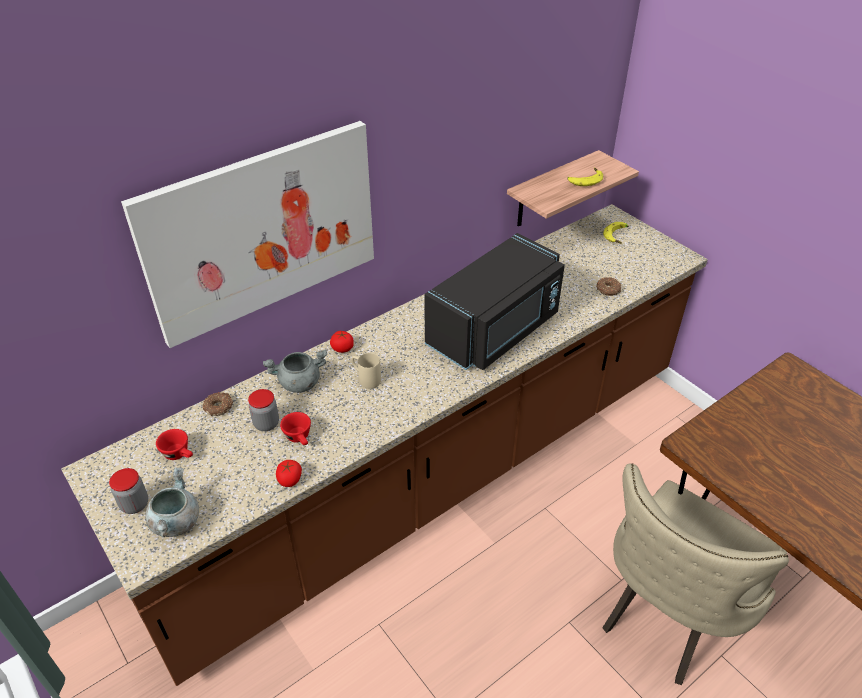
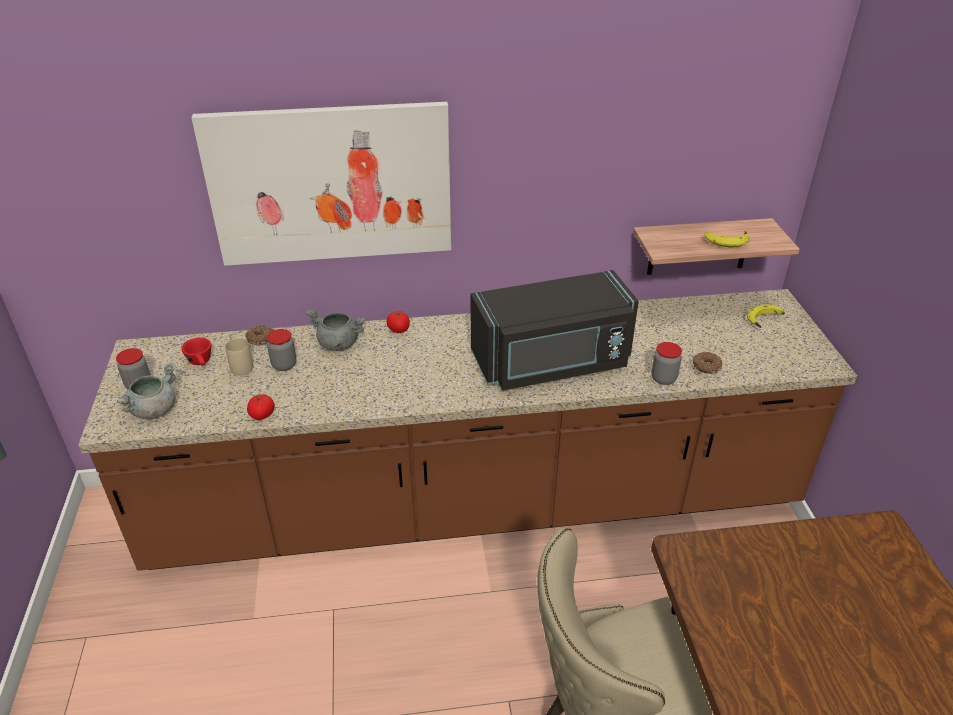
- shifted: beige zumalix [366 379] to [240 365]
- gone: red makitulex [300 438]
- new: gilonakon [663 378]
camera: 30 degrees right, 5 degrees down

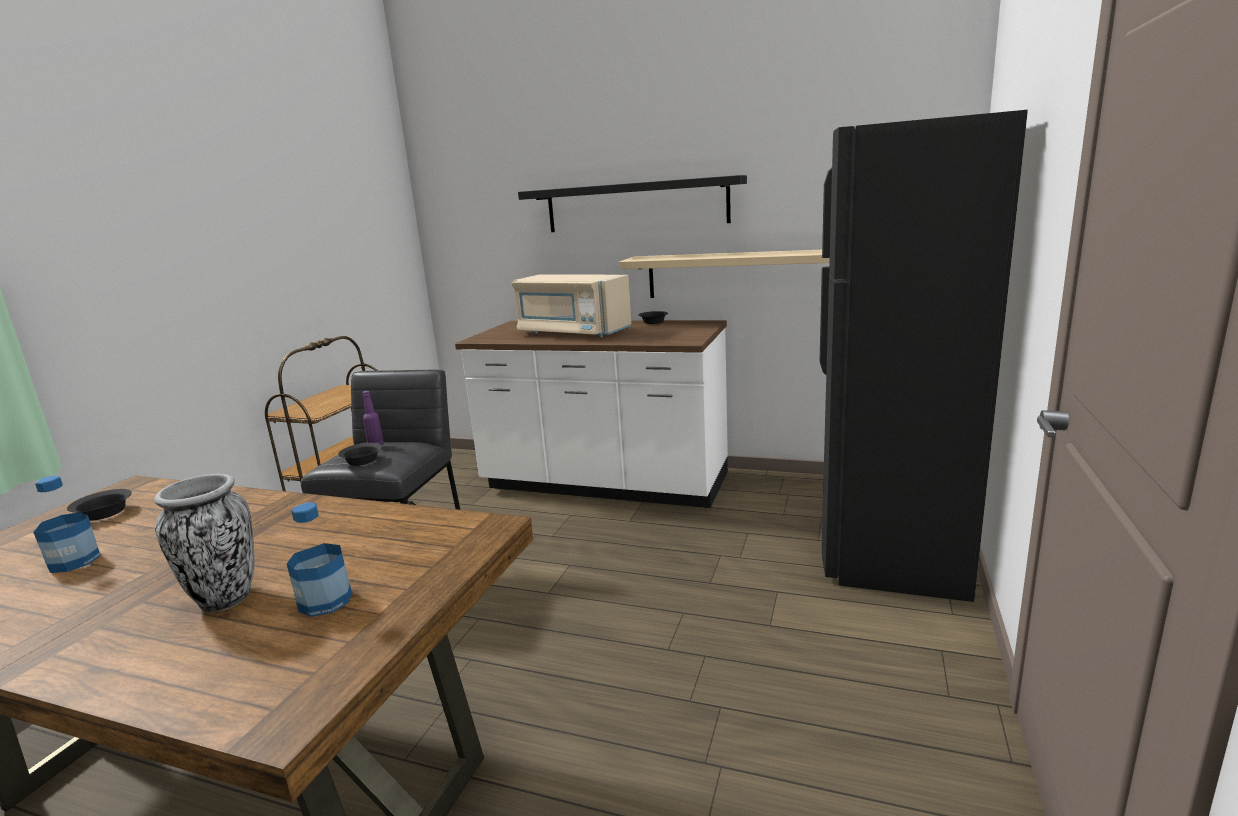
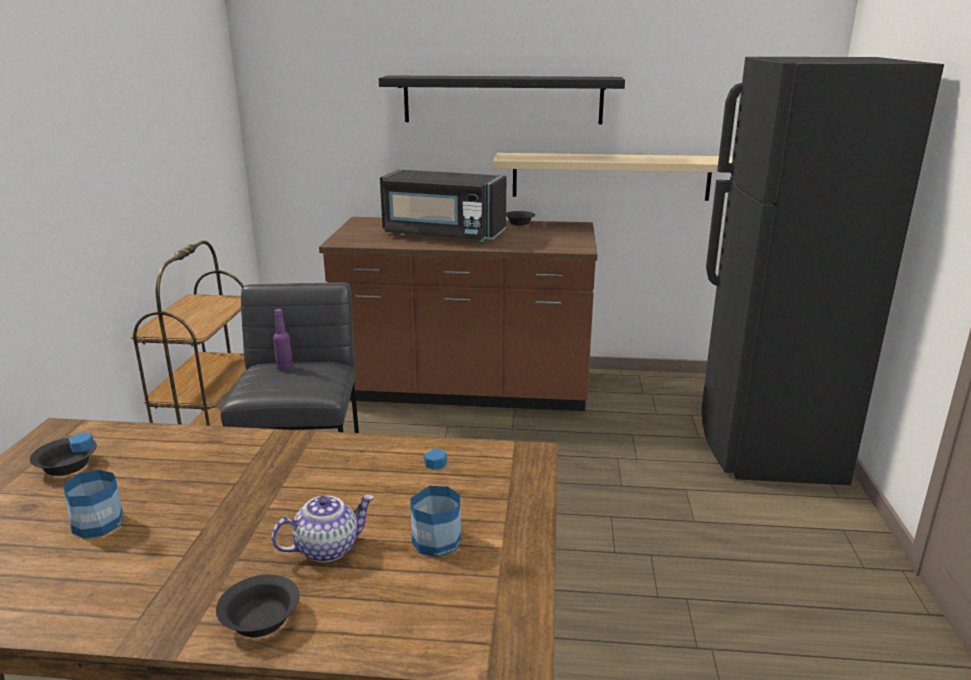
- repainted: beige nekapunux [572 332] to black nekapunux [443 235]
- repainted: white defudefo [604 483] to brown defudefo [465 390]
- shifted: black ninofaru [363 461] to [262 618]
- swapped: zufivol [225 599] to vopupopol [327 548]
camera: 15 degrees left, 5 degrees up

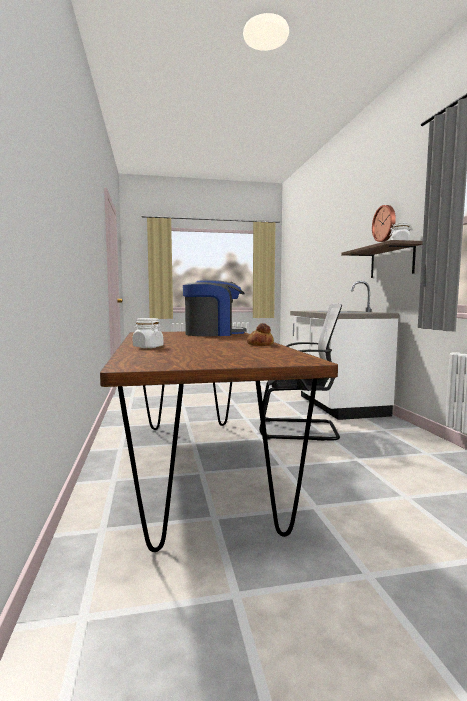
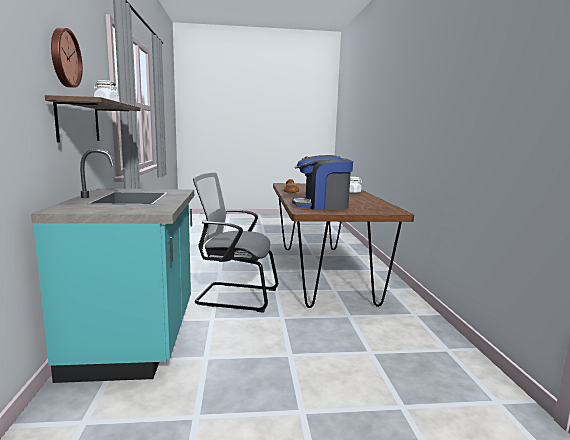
- repainted: white defudefo [336 405] to turquoise defudefo [137 338]
camera: 175 degrees left, 5 degrees up

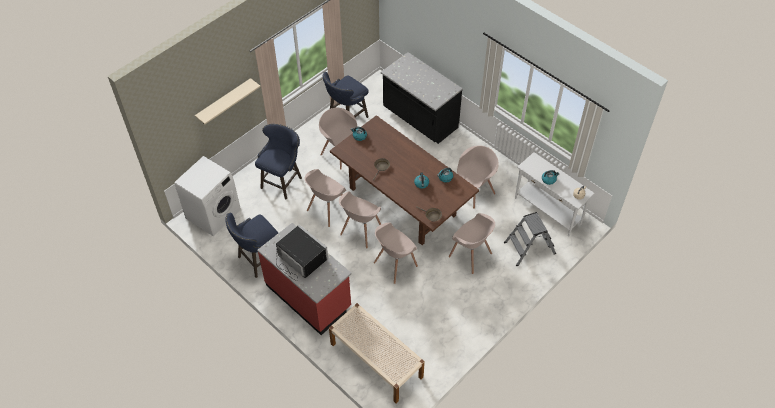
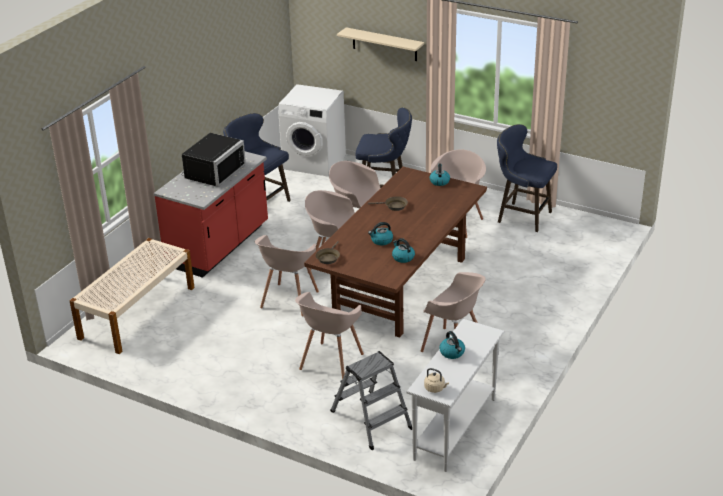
- gone: black defudefo [419 119]
- rotated: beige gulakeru [395 265] = [289 300] 105 degrees counterclockwise
camera: 75 degrees right, 20 degrees down

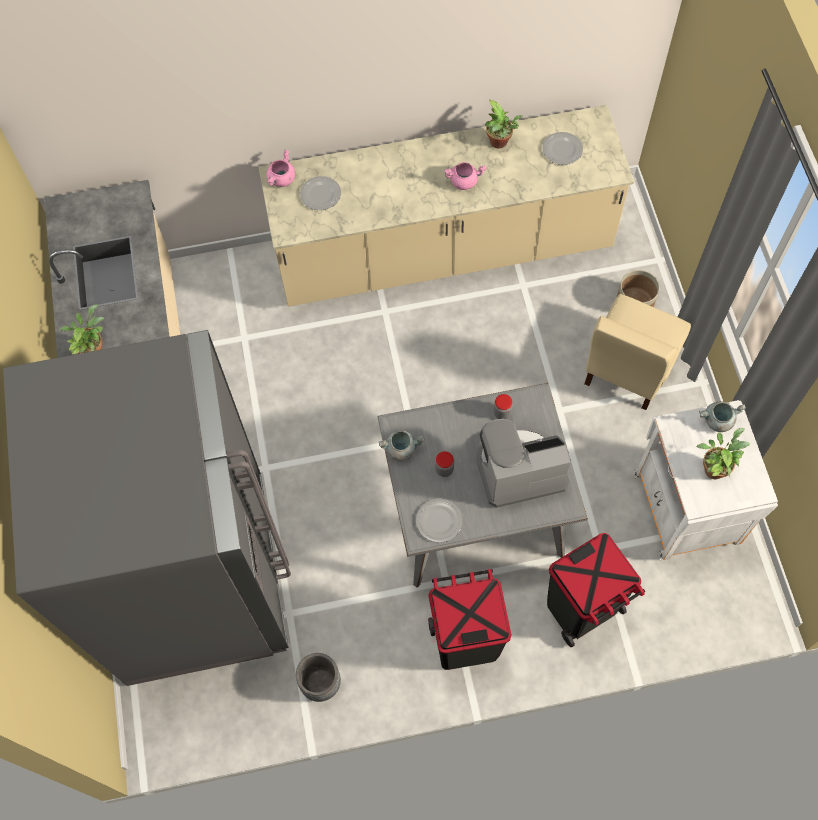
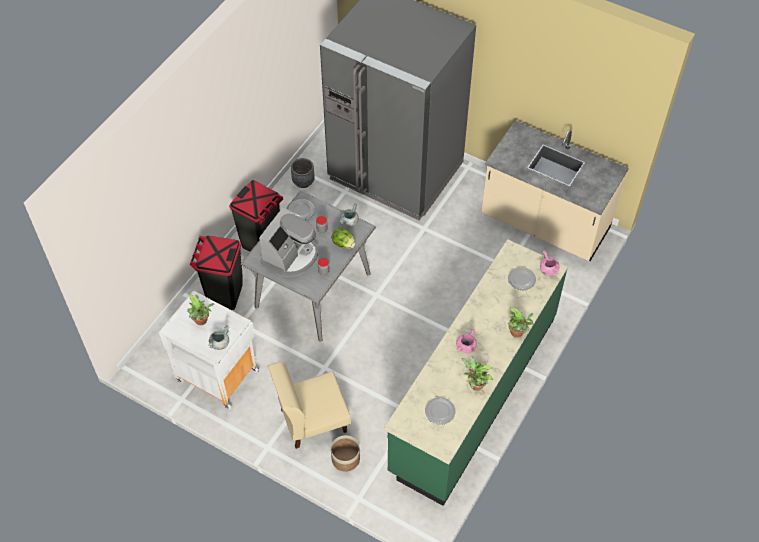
- repainted: beige defudefo [443 252] to green defudefo [473 393]
- rotated: beige gulakeru [628 368] = [312 420] 90 degrees counterclockwise
- shifted: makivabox [93 349] to [518 333]
- new: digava [343 244]
camera: 130 degrees right, 10 degrees down

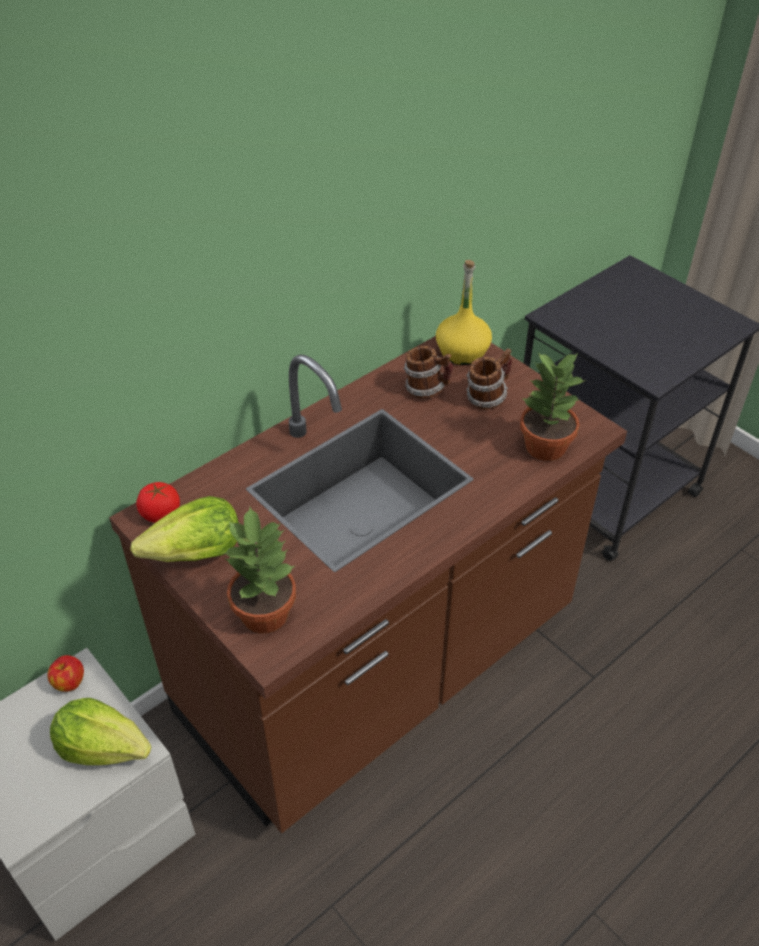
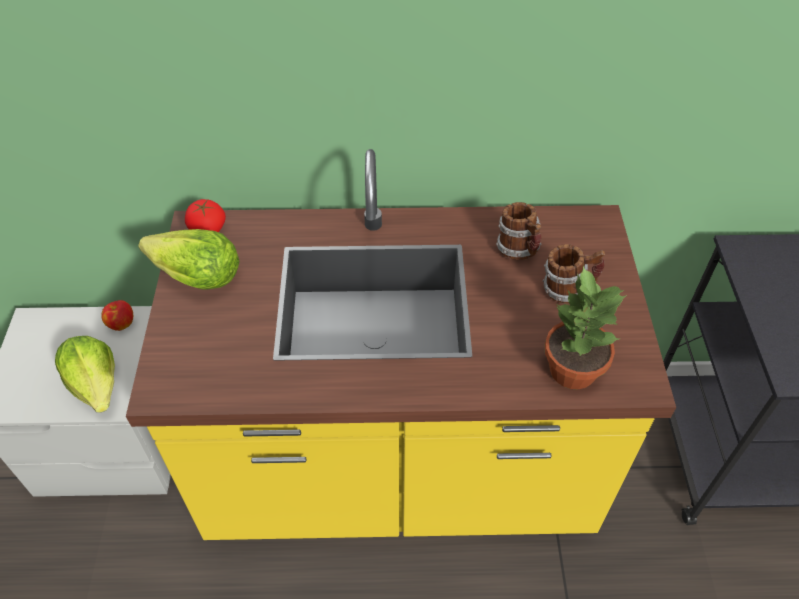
- gone: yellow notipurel [462 352]
- repainted: brown defudefo [379 668] to yellow defudefo [399 470]
- gone: makivabox [266 613]
camera: 40 degrees right, 5 degrees up

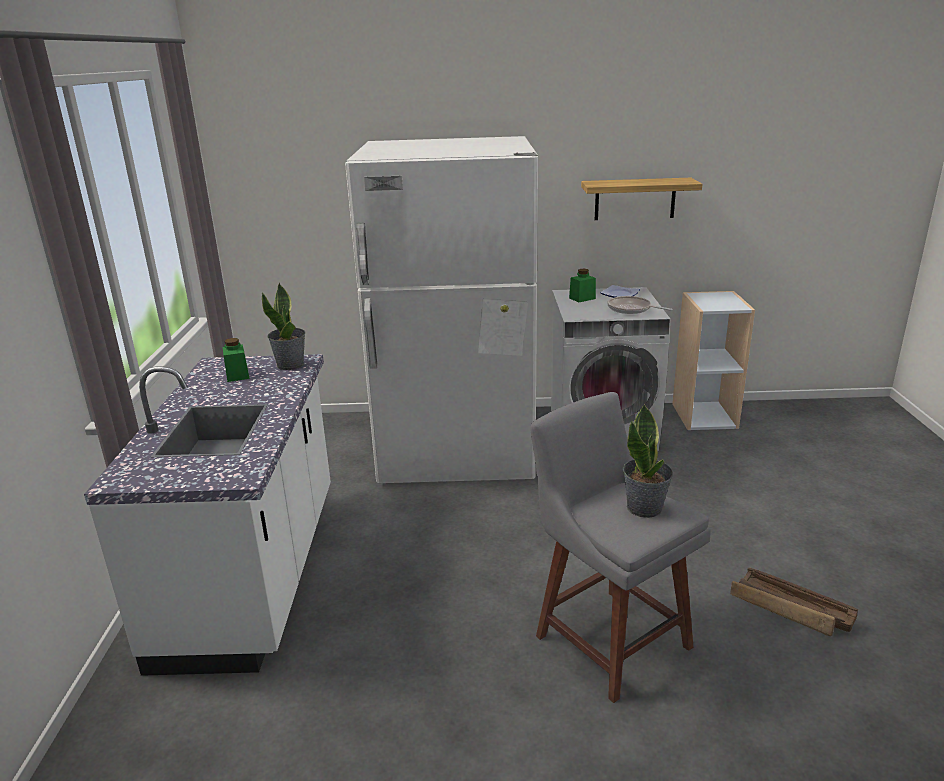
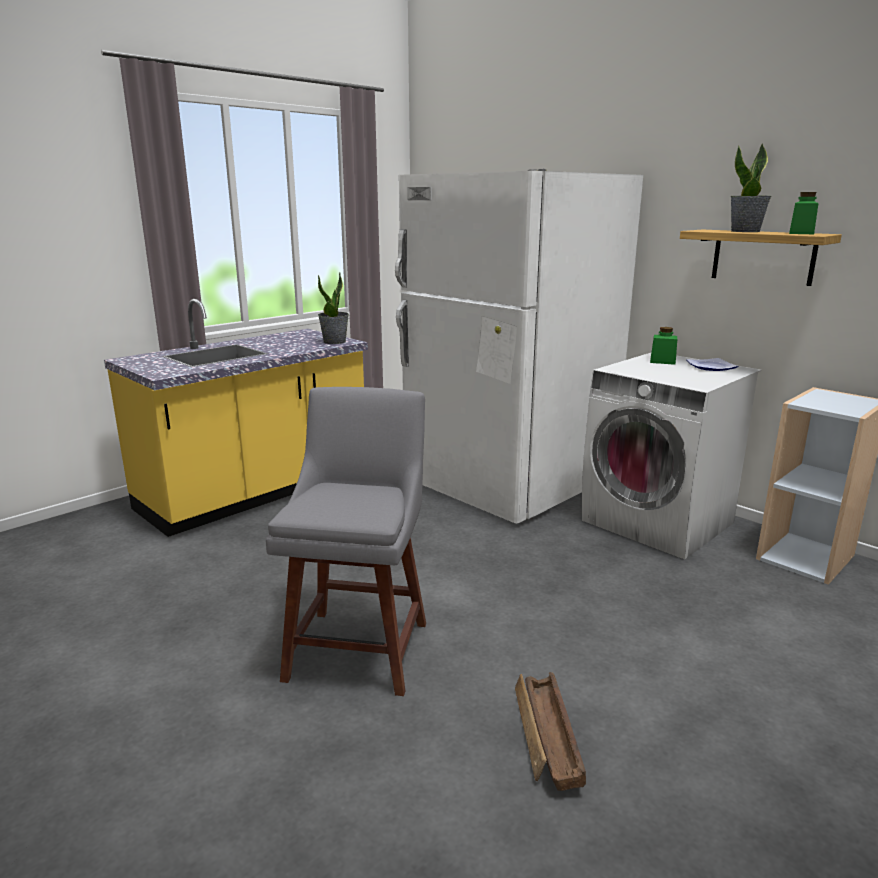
- gone: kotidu [631 309]
- shifted: green gilonakon [237 375] to [801 233]
- repainted: white defudefo [255 573] to yellow defudefo [257 492]
- shifted: makivabox [645 508] to [745 231]
camera: 45 degrees right, 5 degrees down

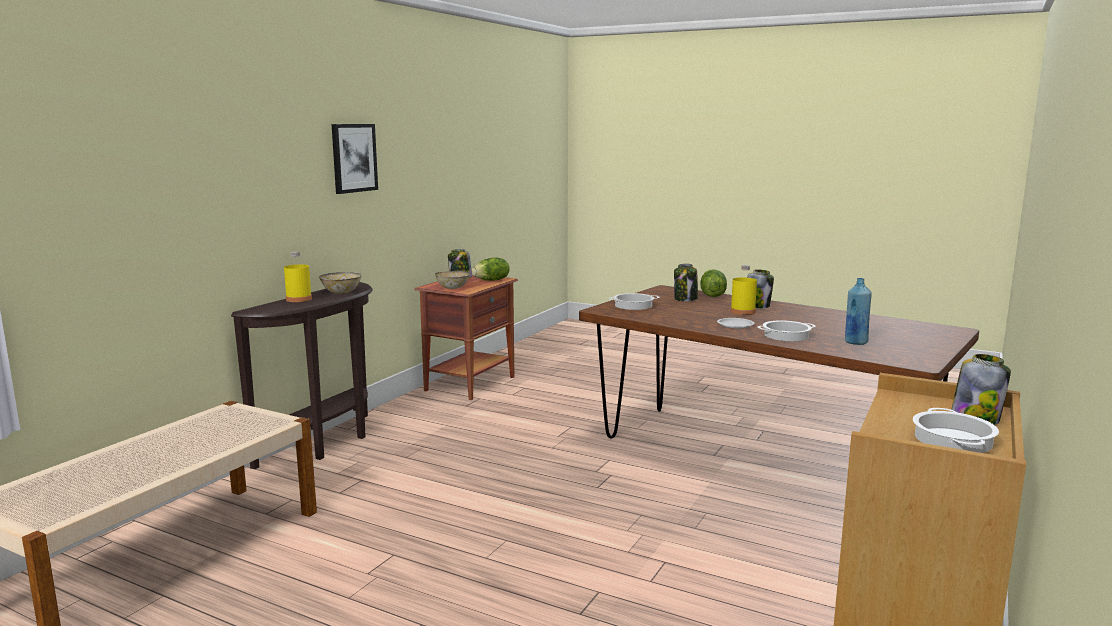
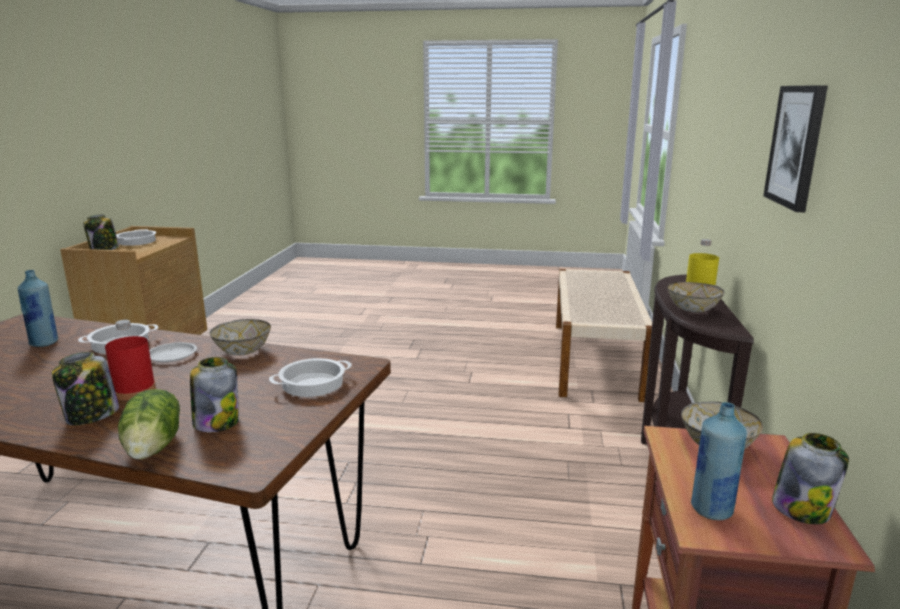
- swapped: digava [492 280] to blue notipurel [711 510]
- repainted: yellow notipurel [743 312] to red notipurel [135 391]
- new: ninofaru [242 352]
camera: 160 degrees right, 5 degrees up

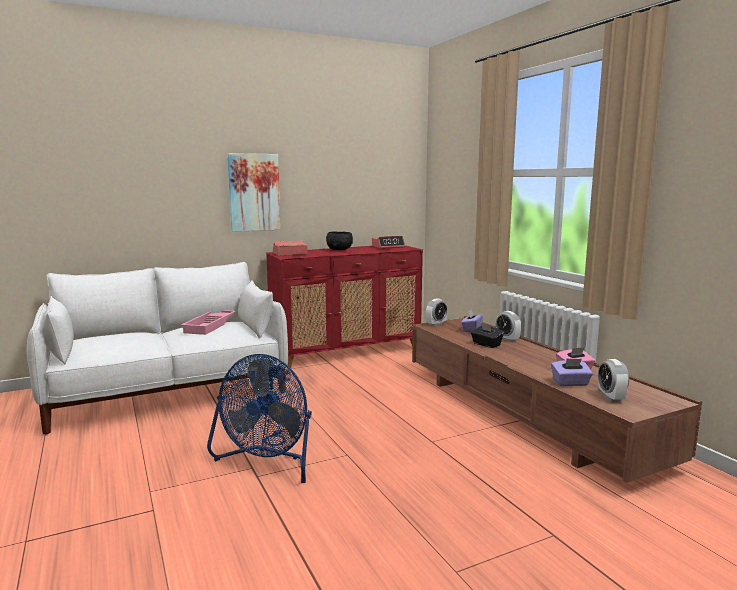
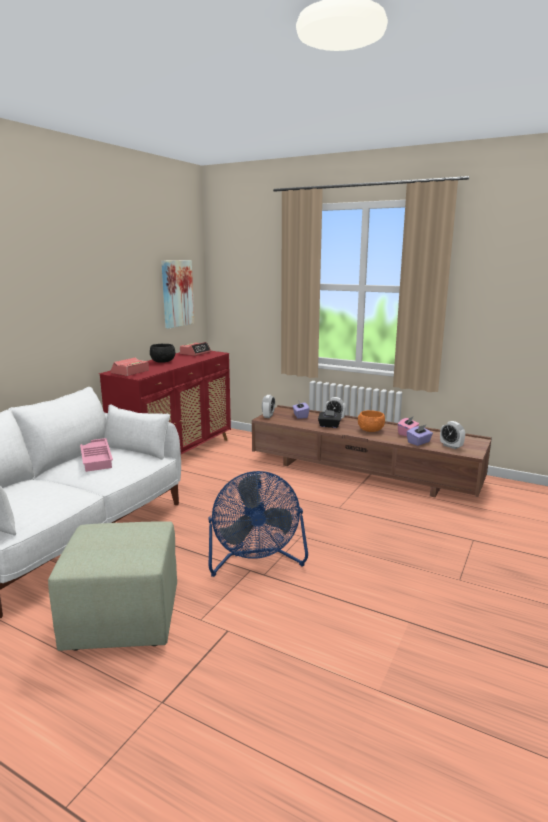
- shifted: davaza [254 192] to [177 293]
- new: orange ninofaru [371 430]
- new: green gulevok [121 619]
camera: 35 degrees left, 5 degrees up

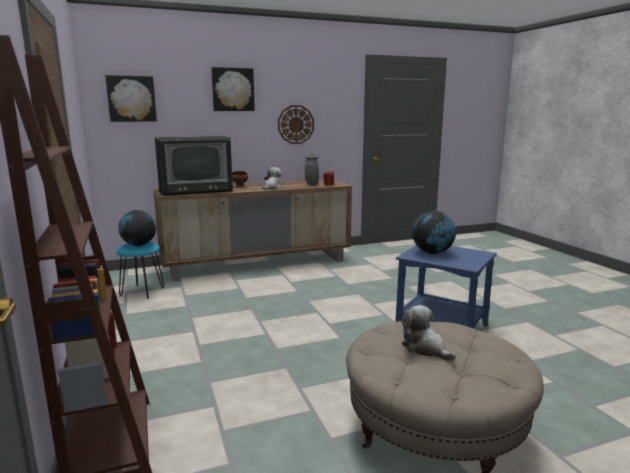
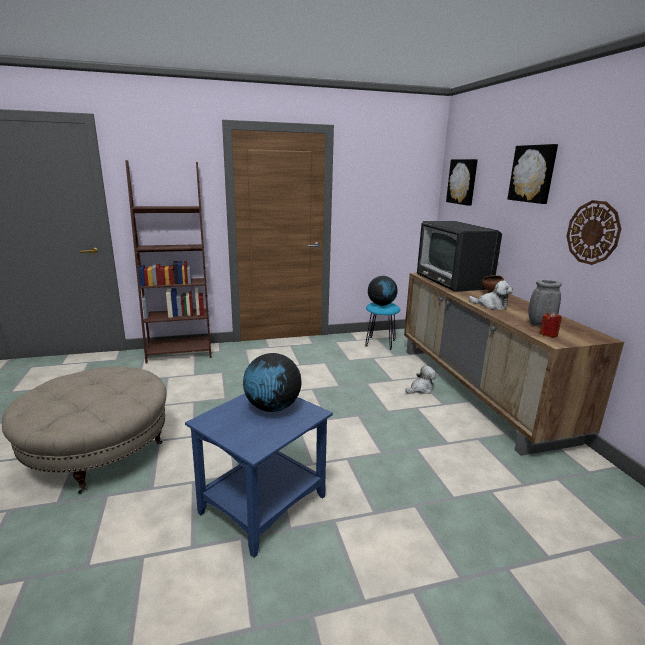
- shifted: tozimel [425 348] to [421 389]
camera: 95 degrees right, 5 degrees up

